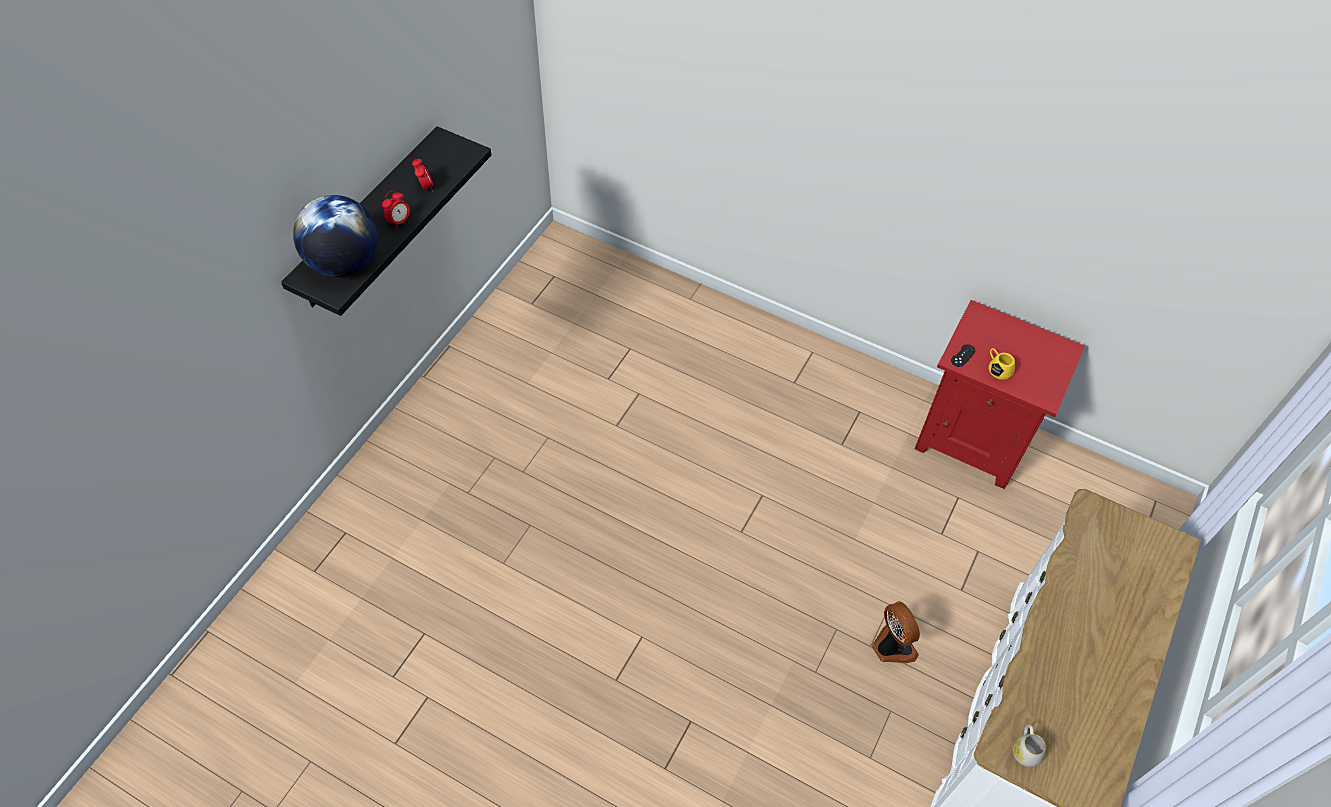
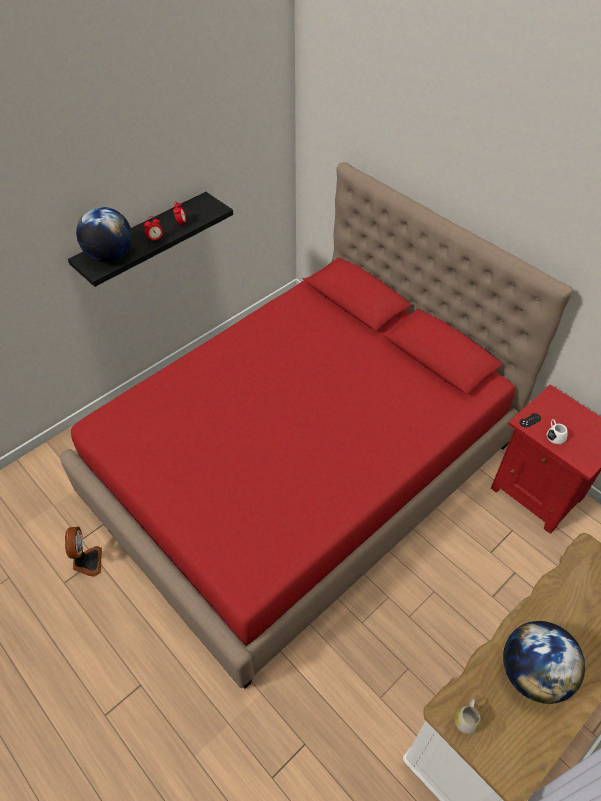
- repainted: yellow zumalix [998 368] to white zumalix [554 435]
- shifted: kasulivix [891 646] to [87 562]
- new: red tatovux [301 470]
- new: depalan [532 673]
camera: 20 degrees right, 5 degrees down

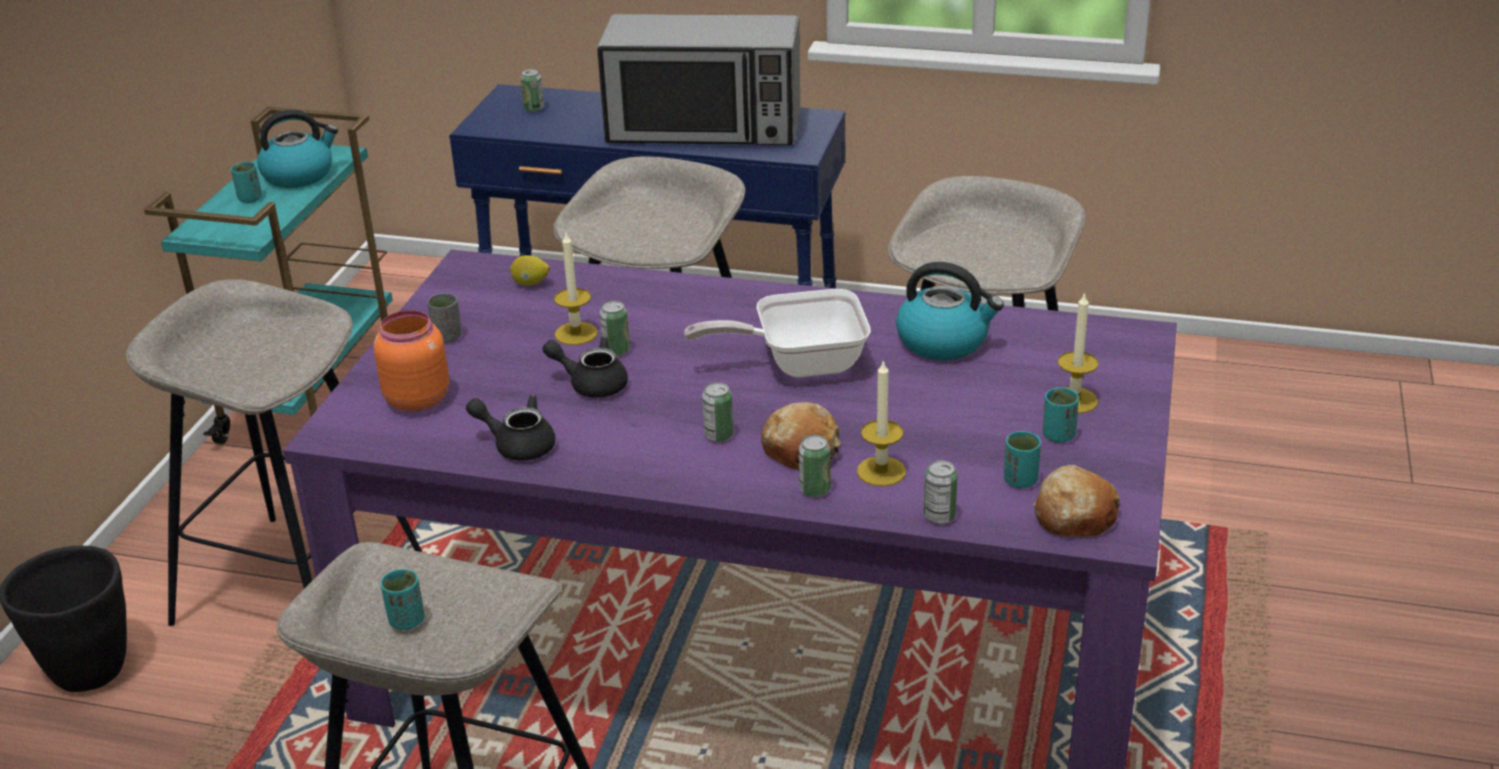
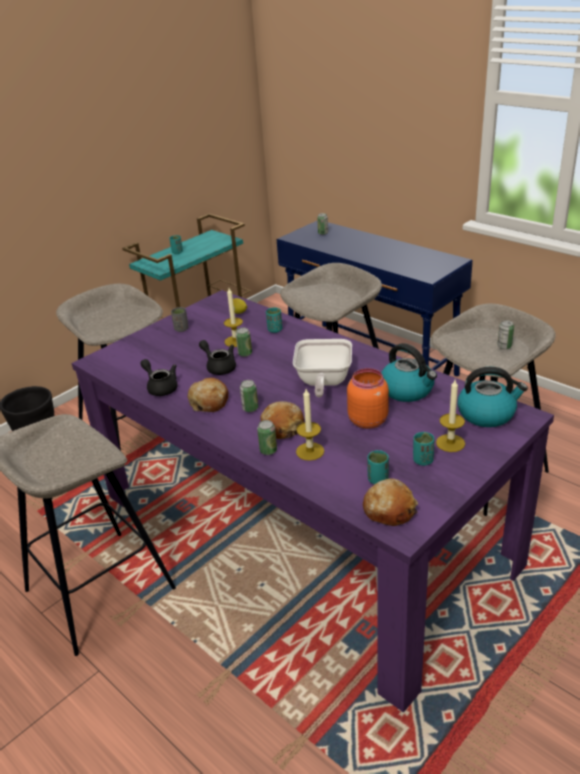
- gone: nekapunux [704 128]
- shifted: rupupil [299 175] to [487 414]
- rotated: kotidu [799 363] = [322 382] 105 degrees counterclockwise
- shifted: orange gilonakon [417 399] to [367 420]
- shifted: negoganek [939 516] to [504 346]
- shifted: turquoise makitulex [406 620] to [275 330]
- new: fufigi [209 402]
camera: 30 degrees right, 0 degrees up

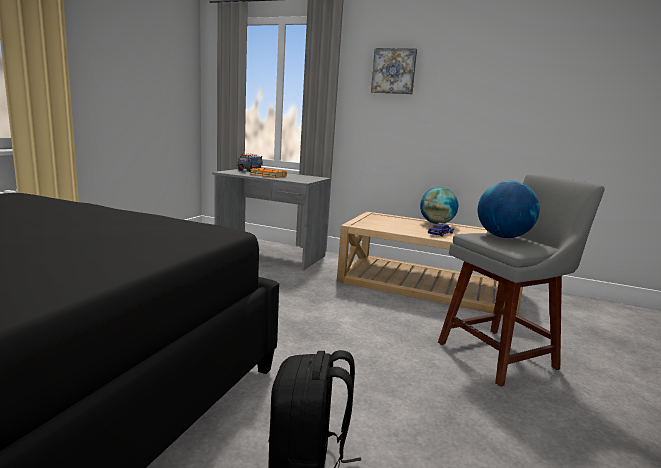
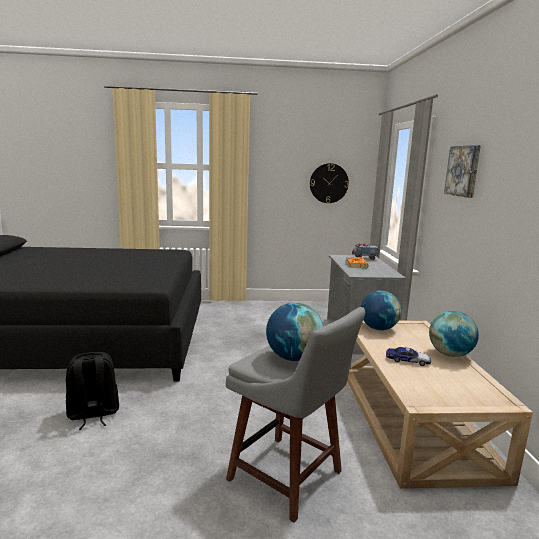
- new: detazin [329 183]
- new: depalan [378 328]
camera: 65 degrees right, 0 degrees up

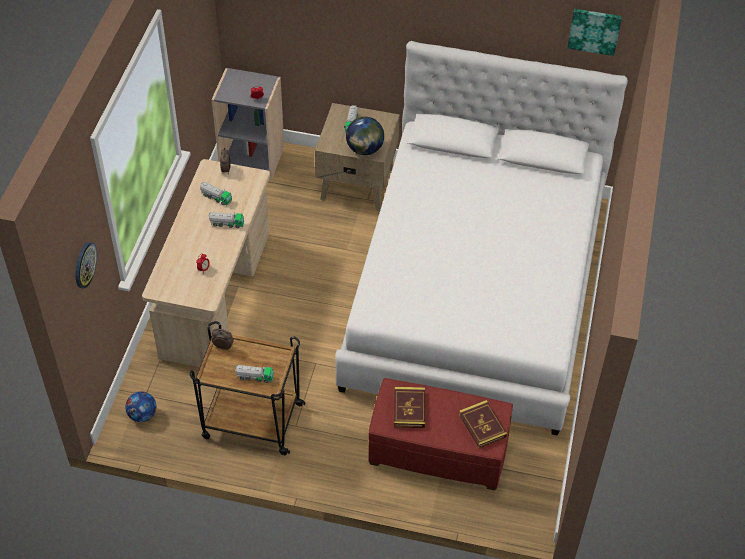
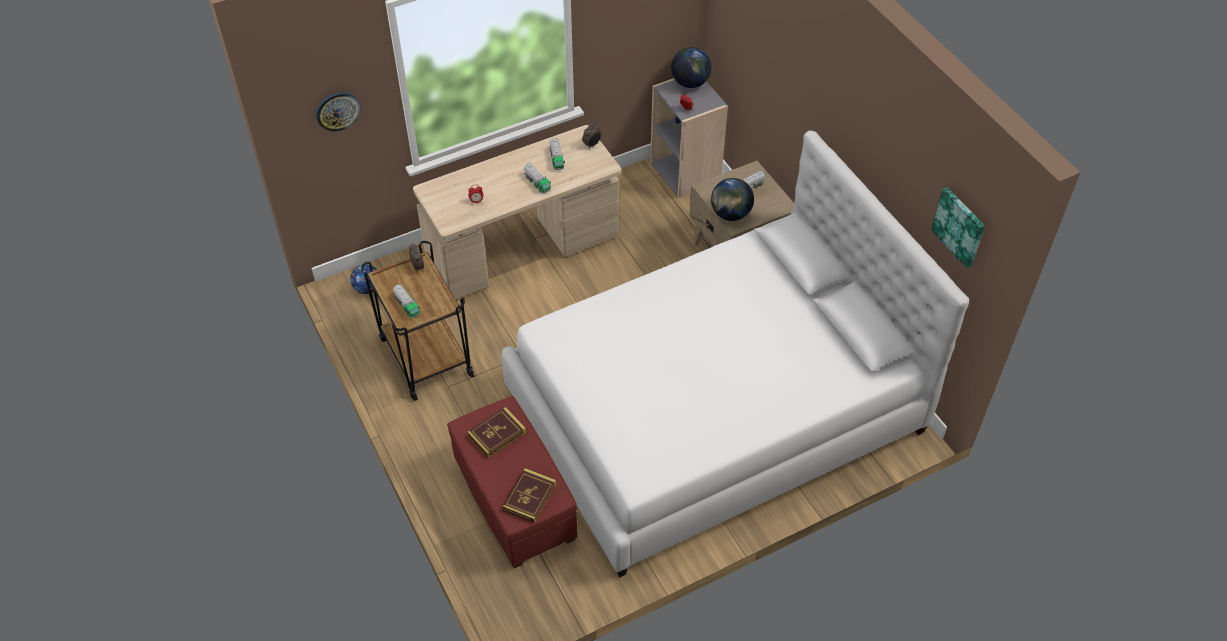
- new: depalan [690 82]
camera: 50 degrees right, 0 degrees up

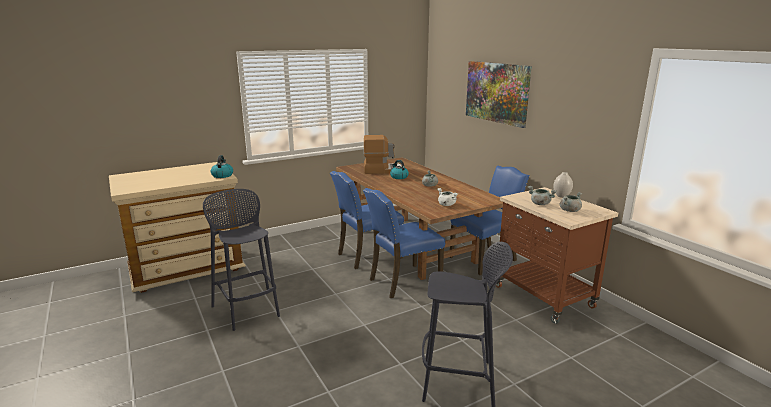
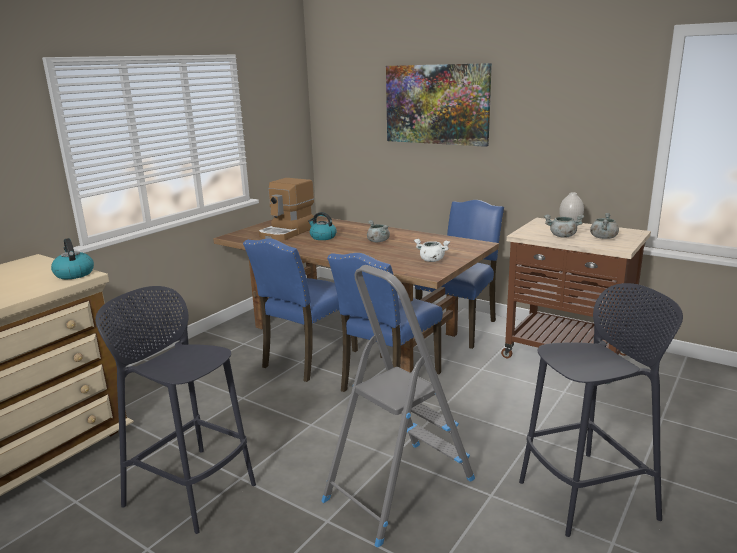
- rotated: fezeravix [382 170] = [287 232] 150 degrees clockwise
- new: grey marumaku [401 488]
camera: 25 degrees left, 0 degrees up

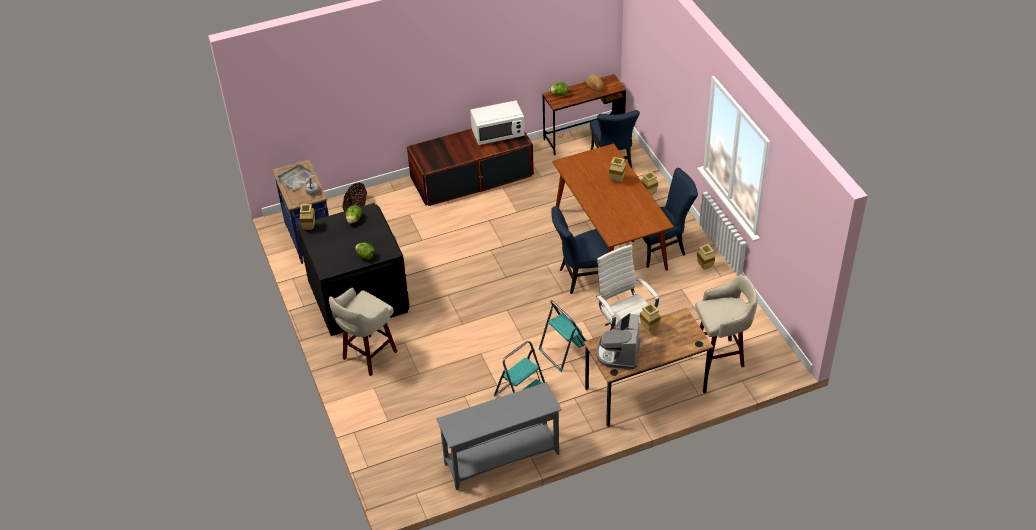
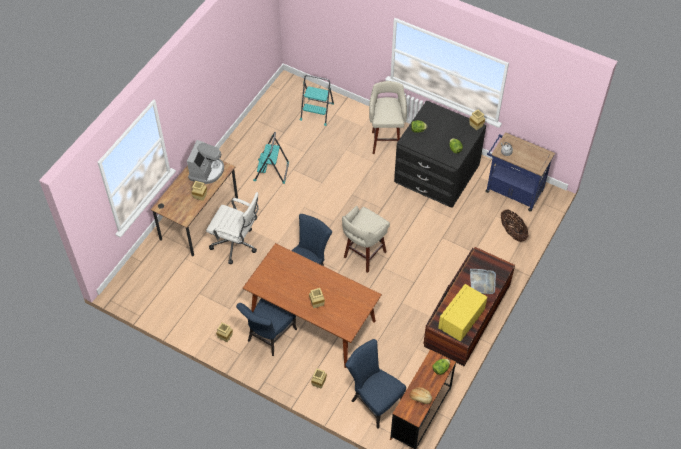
- repainted: white nekapunux [498 134] to yellow nekapunux [461 320]
- shifted: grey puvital [295 178] to [482 282]
- shifted: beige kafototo [721 356] to [363 256]
- shifted: turquoise marumaku [564 352] to [317 110]
- rotated: fezeravix [619 353] = [207 171] 45 degrees clockwise
- gone: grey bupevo [501 459]
camera: 140 degrees right, 10 degrees up

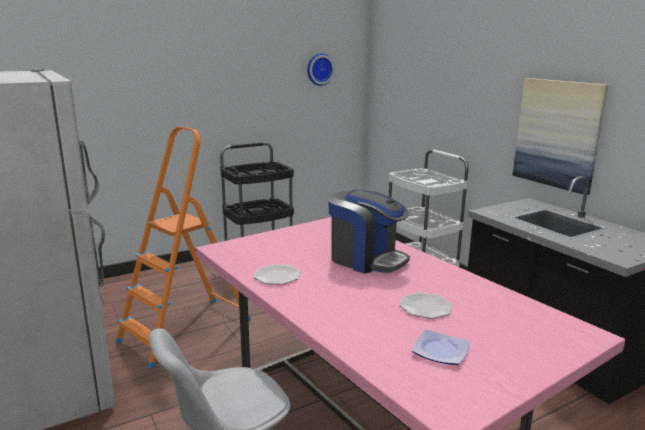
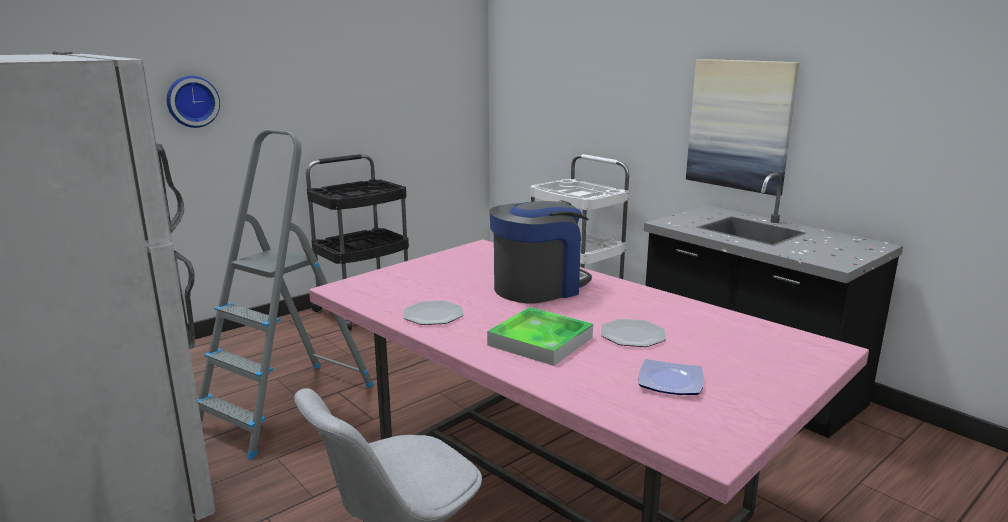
- shifted: detazin [319 69] to [192 101]
- repainted: orange marumaku [185 331] to grey marumaku [287 407]
- rotated: fezeravix [366 259] = [538 287] 60 degrees counterclockwise
- new: puvital [540 341]
camera: 10 degrees left, 0 degrees up

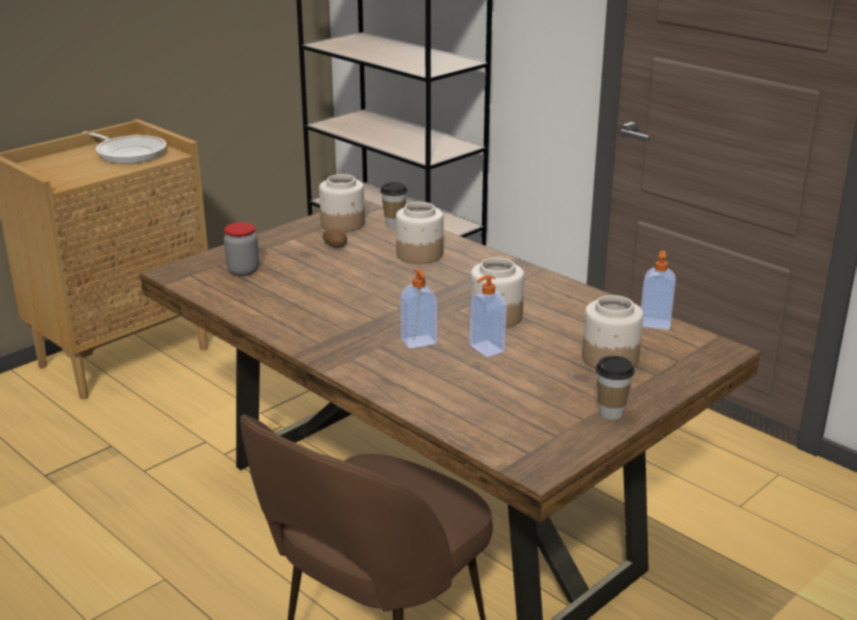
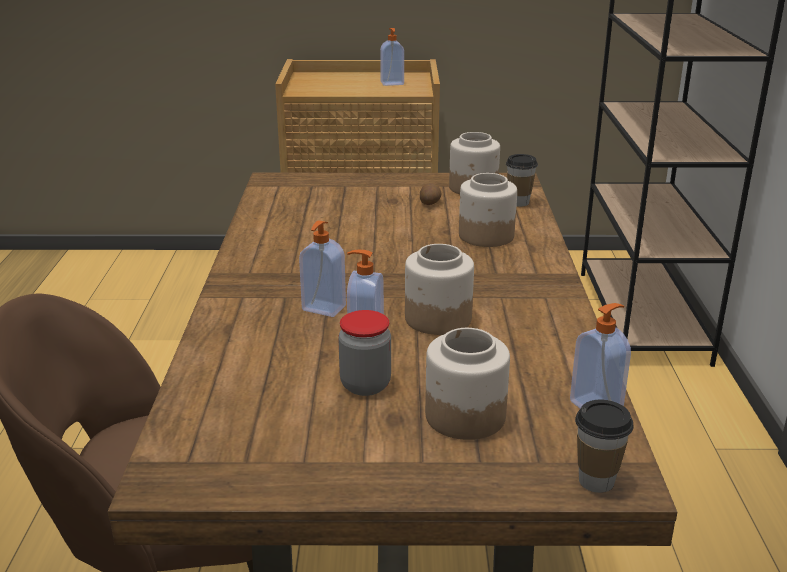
- swapped: kotidu [129 153] to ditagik [392 83]
- shifted: gilonakon [243 271] to [365 385]
- shifted: makitulex [611 413] to [596 481]
camera: 45 degrees right, 0 degrees up

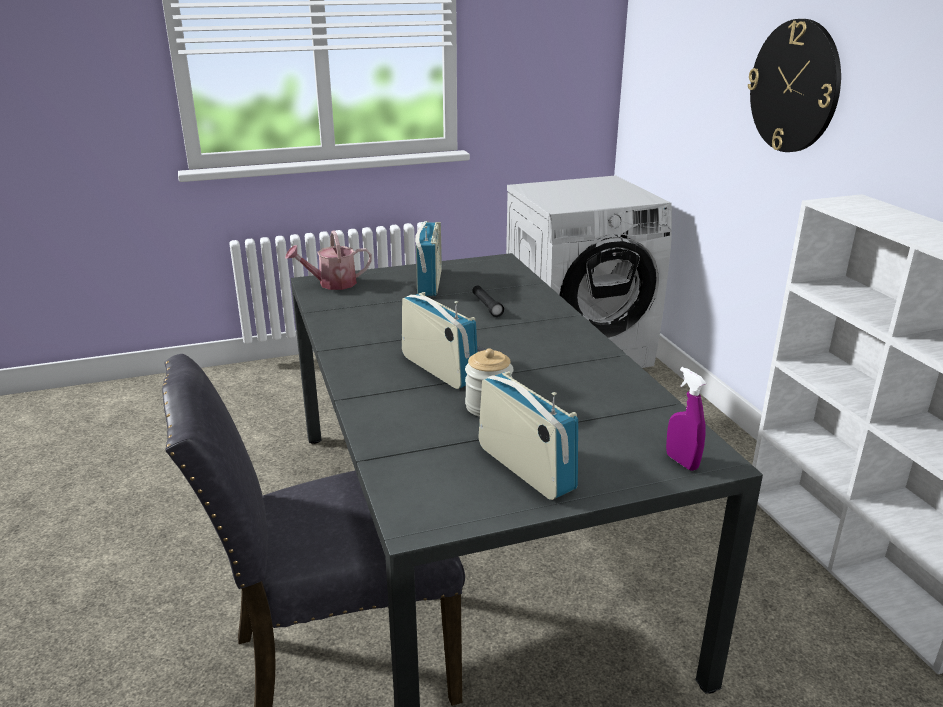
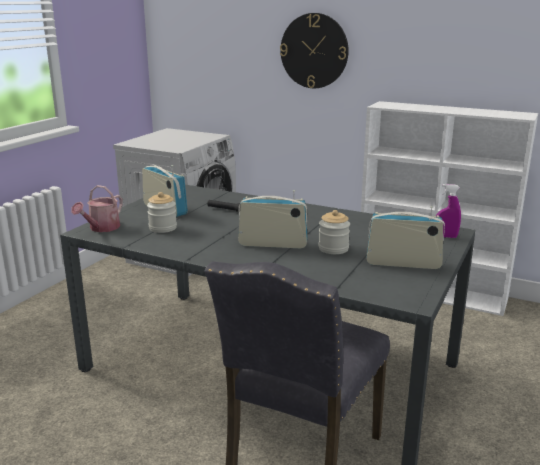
- new: gilonakon [163 228]
camera: 45 degrees left, 5 degrees down

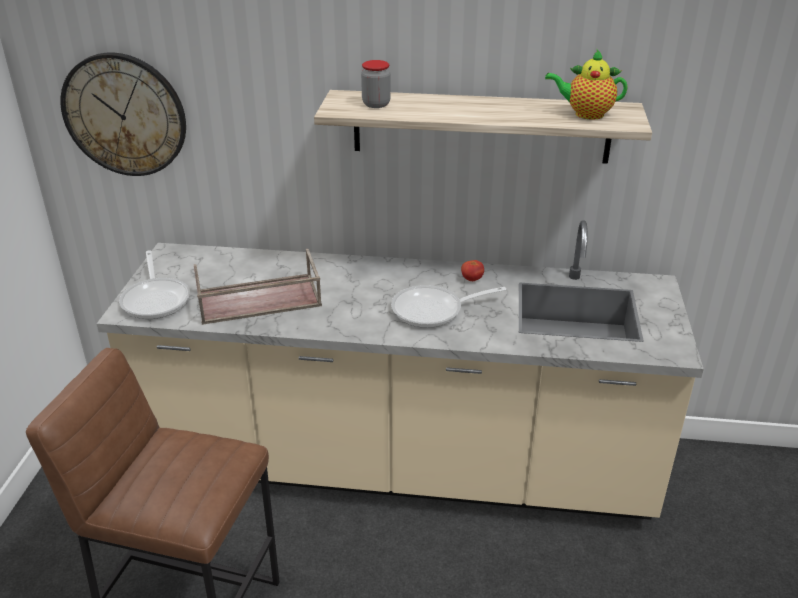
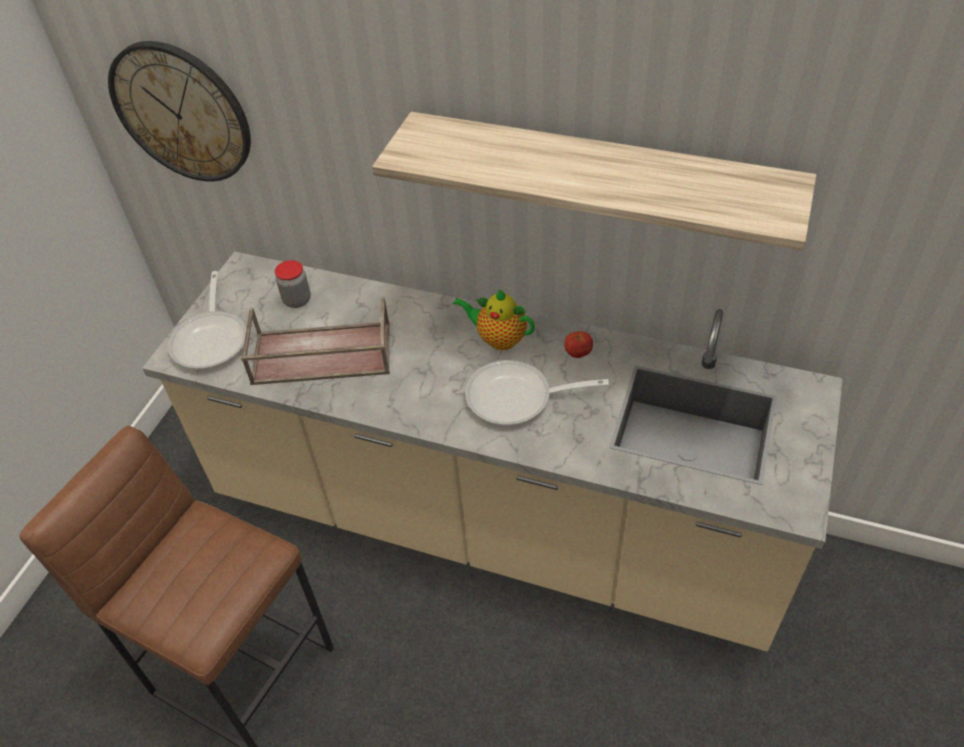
- shifted: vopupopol [585 114] to [498 339]
- shifted: gilonakon [376 104] to [297 300]
camera: 15 degrees right, 15 degrees up

